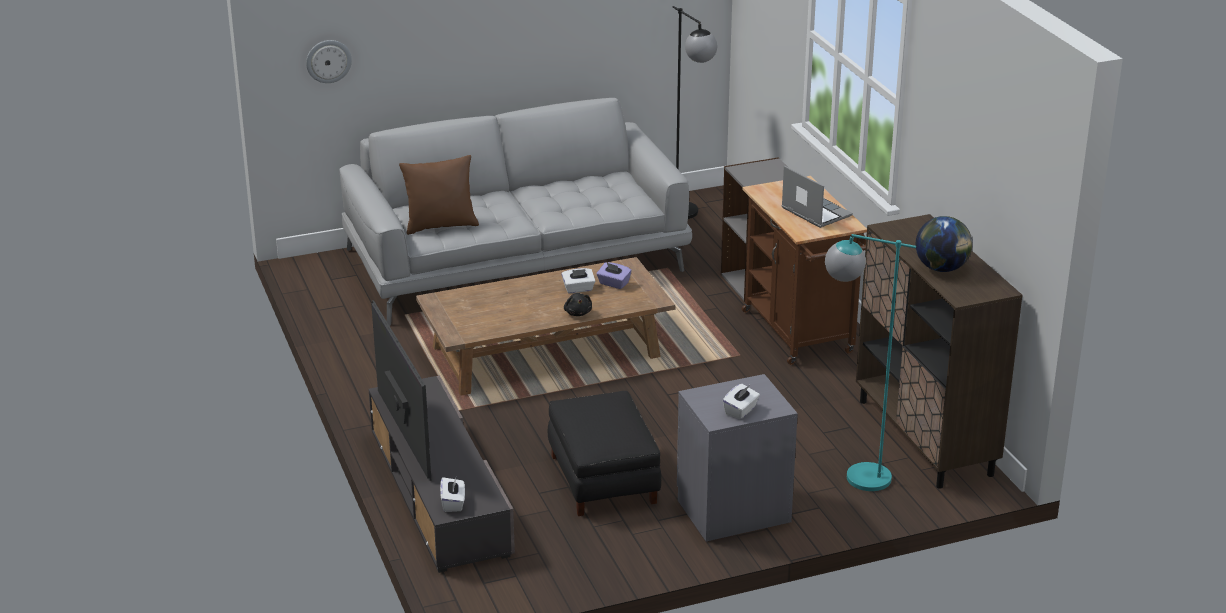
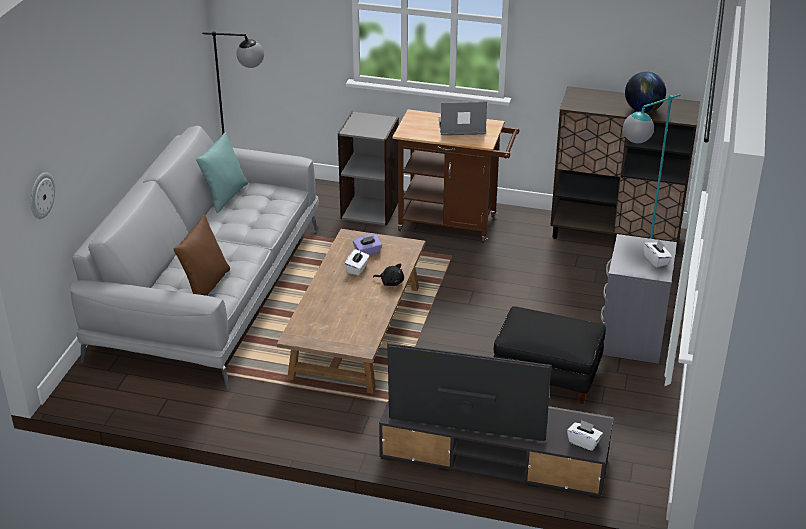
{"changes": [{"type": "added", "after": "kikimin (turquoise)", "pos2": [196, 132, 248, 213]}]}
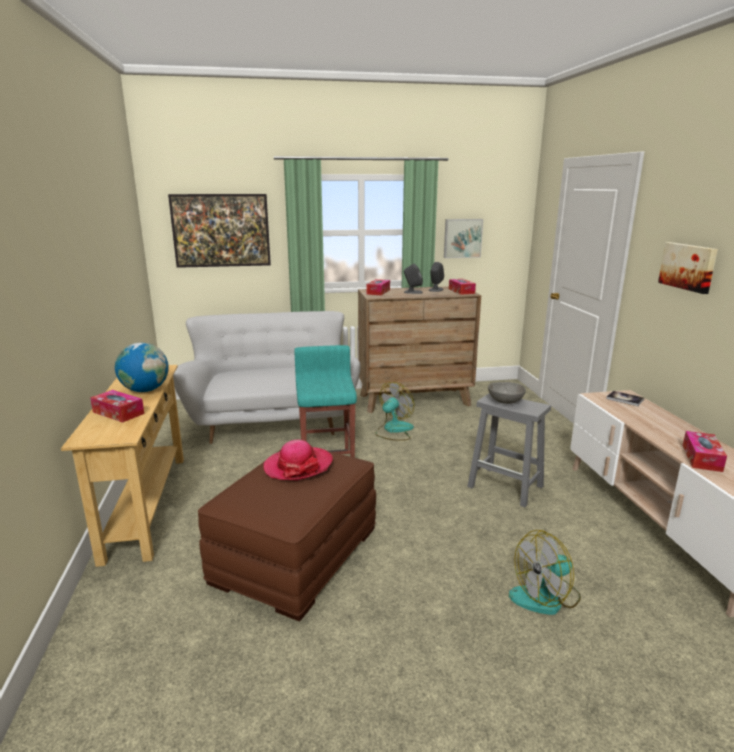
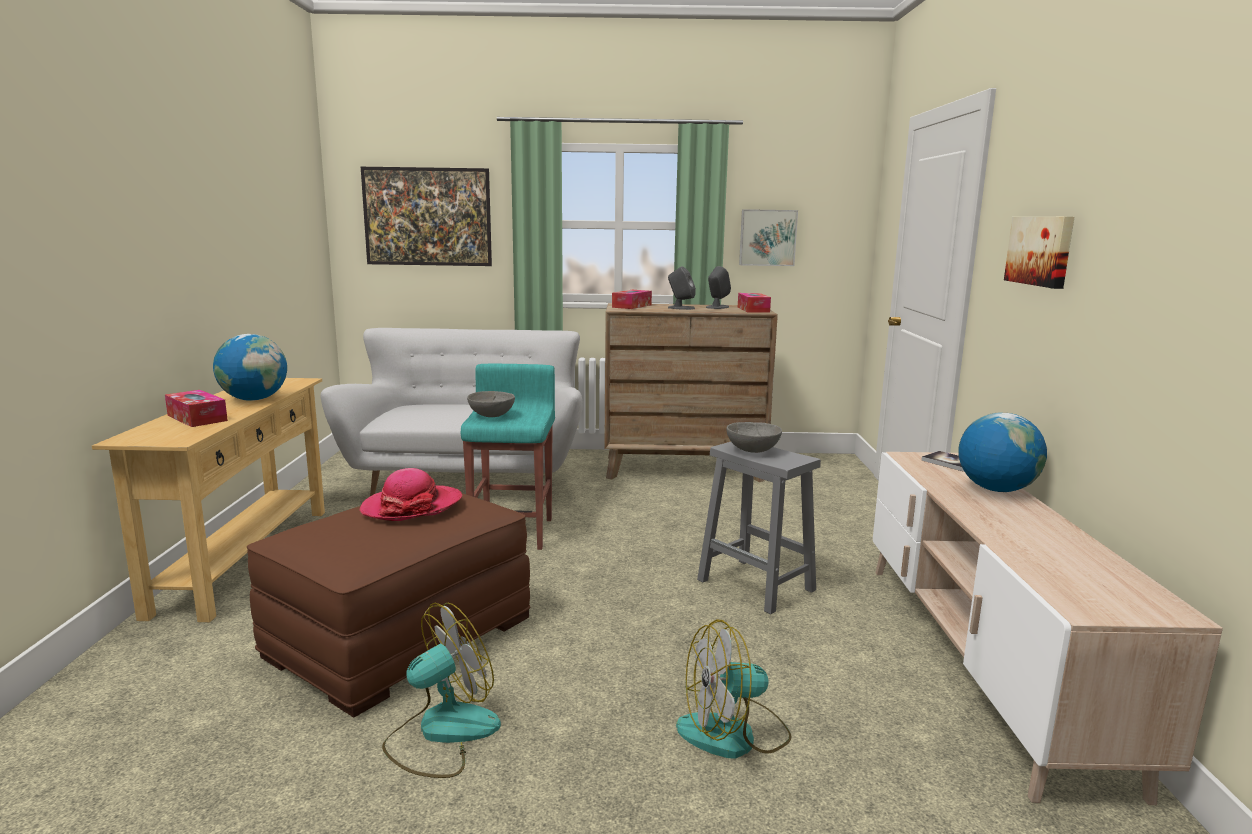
{"changes": [{"type": "moved", "before": "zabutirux", "pos1": [375, 382, 414, 441], "pos2": [382, 603, 501, 778]}, {"type": "removed", "before": "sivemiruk", "pos1": [683, 431, 727, 472]}, {"type": "added", "after": "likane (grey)", "pos2": [467, 391, 515, 417]}, {"type": "added", "after": "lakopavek", "pos2": [958, 413, 1047, 492]}]}
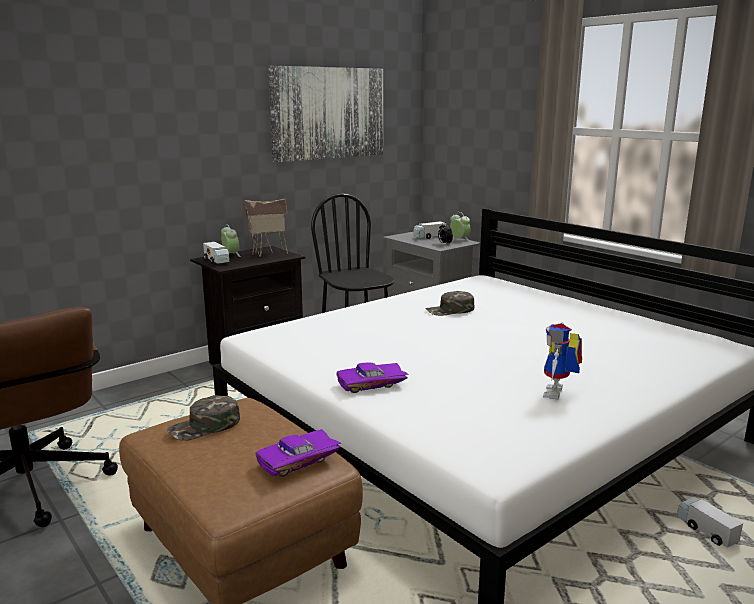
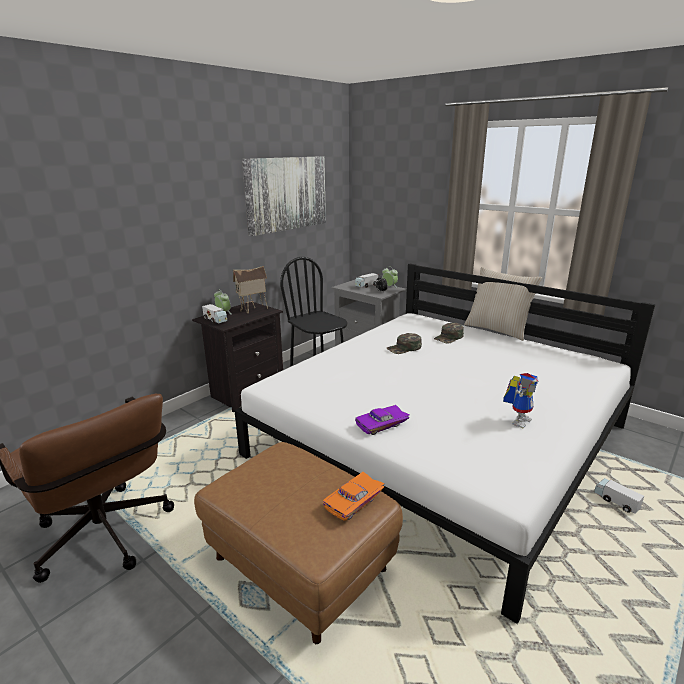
{"changes": [{"type": "moved", "before": "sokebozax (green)", "pos1": [167, 395, 240, 441], "pos2": [434, 323, 464, 343]}, {"type": "recoloured", "before": "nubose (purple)", "after": "nubose (orange)", "pos1": [256, 429, 341, 477], "pos2": [323, 472, 385, 521]}, {"type": "turned", "before": "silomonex", "pos1": [543, 322, 582, 399], "pos2": [503, 373, 538, 428], "turn": -150}, {"type": "added", "after": "kikimin (beige)", "pos2": [464, 267, 542, 341]}]}
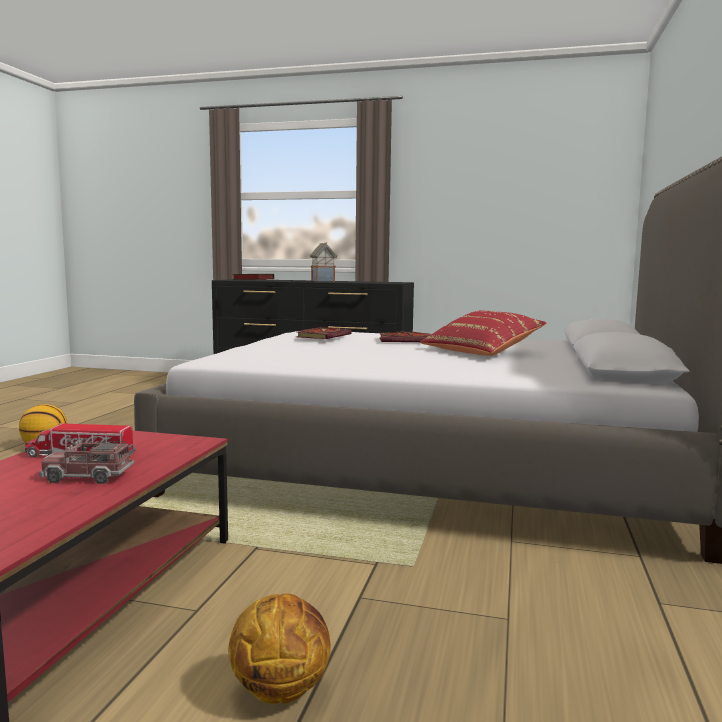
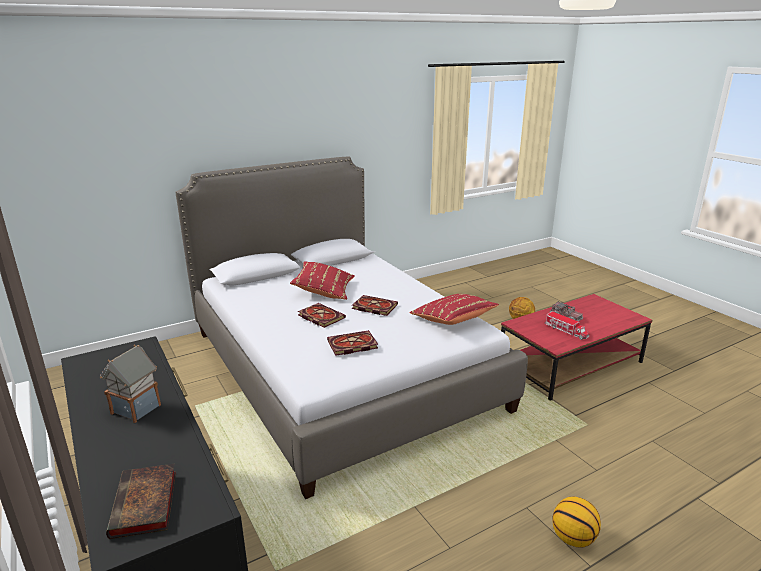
{"changes": [{"type": "added", "after": "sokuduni", "pos2": [352, 295, 398, 316]}, {"type": "added", "after": "kikimin (red)", "pos2": [410, 294, 499, 325]}]}
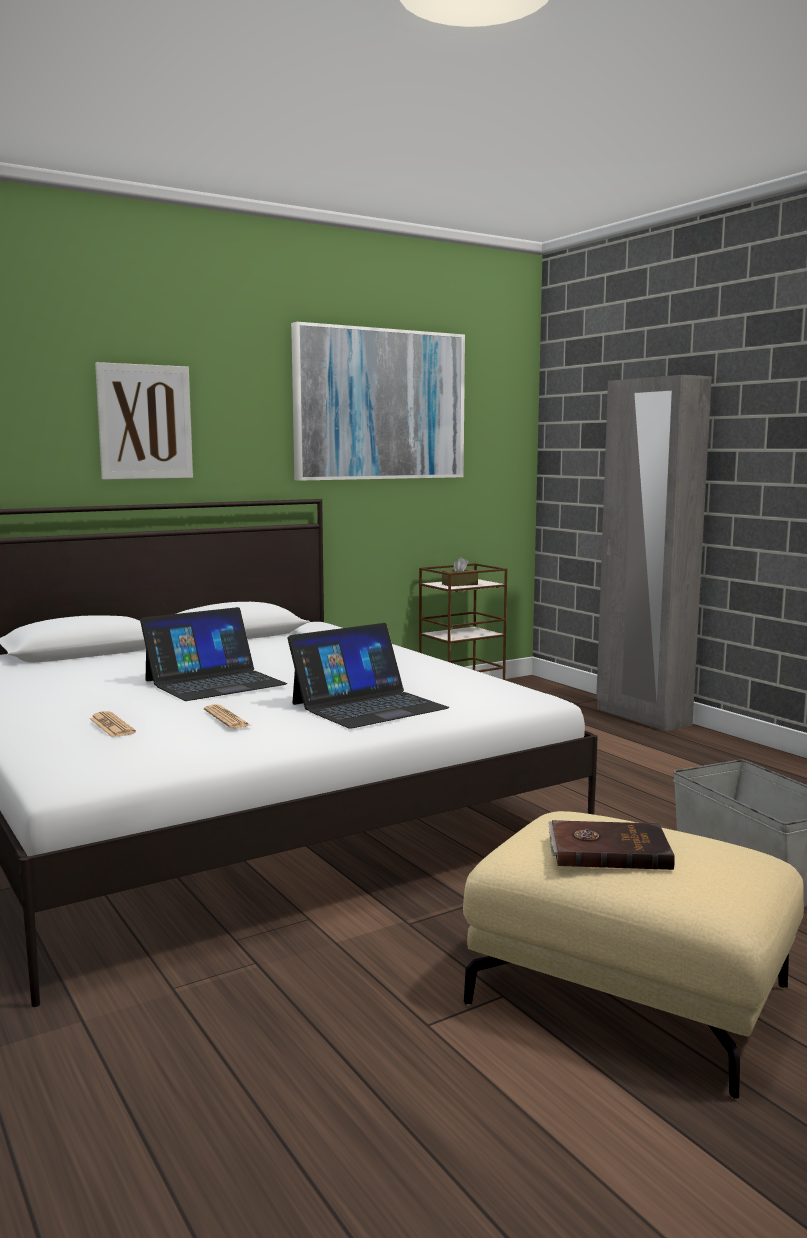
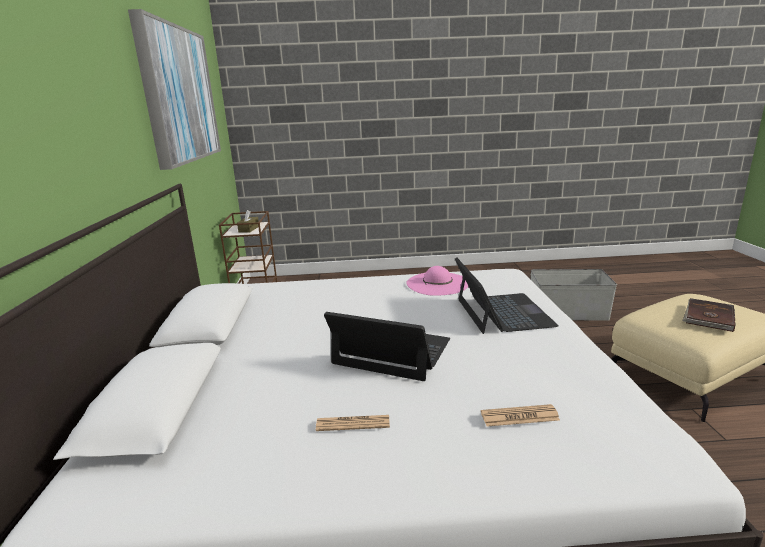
{"changes": [{"type": "removed", "before": "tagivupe", "pos1": [95, 362, 193, 480]}, {"type": "turned", "before": "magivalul", "pos1": [140, 607, 287, 701], "pos2": [324, 312, 450, 381], "turn": -60}, {"type": "moved", "before": "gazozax", "pos1": [204, 704, 251, 729], "pos2": [316, 415, 390, 431]}, {"type": "removed", "before": "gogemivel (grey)", "pos1": [596, 375, 712, 731]}, {"type": "added", "after": "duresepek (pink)", "pos2": [406, 266, 469, 296]}]}
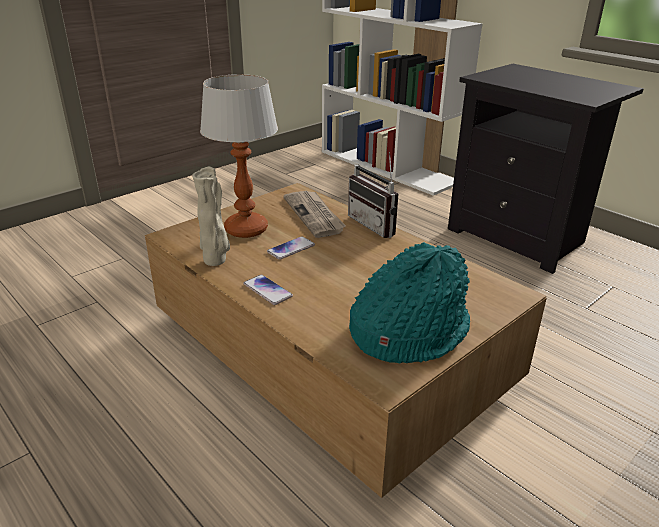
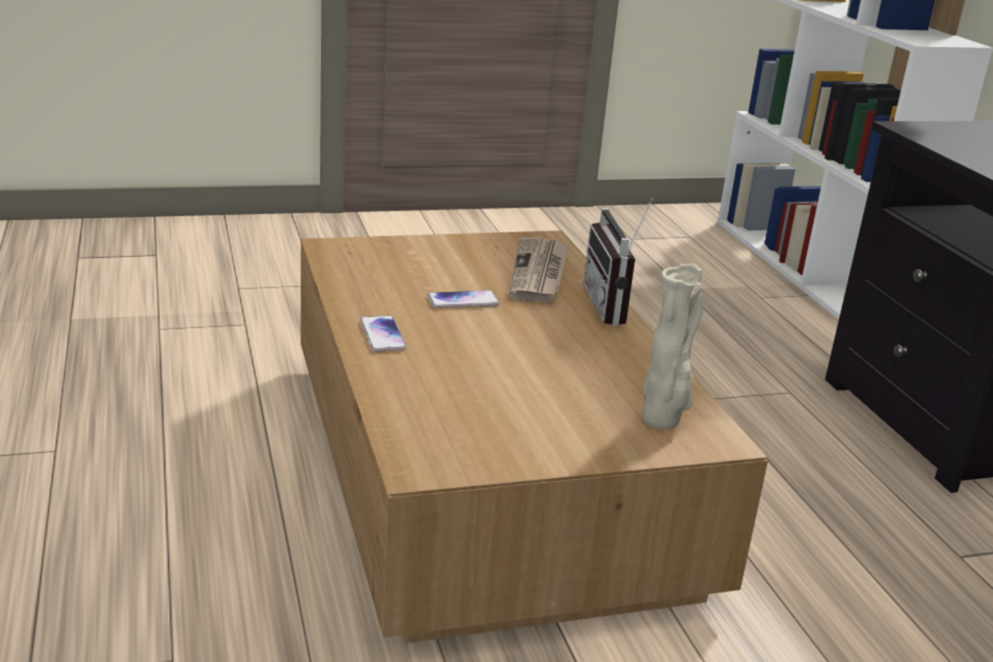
{"changes": [{"type": "moved", "before": "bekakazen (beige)", "pos1": [192, 167, 230, 266], "pos2": [642, 264, 703, 429]}, {"type": "removed", "before": "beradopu", "pos1": [200, 74, 278, 238]}, {"type": "removed", "before": "duresepek (turquoise)", "pos1": [349, 242, 470, 364]}]}
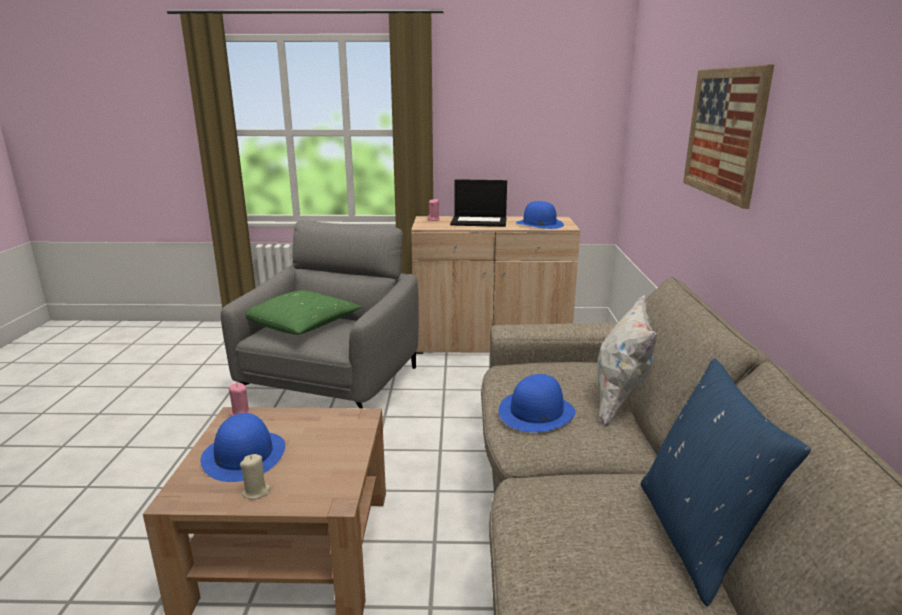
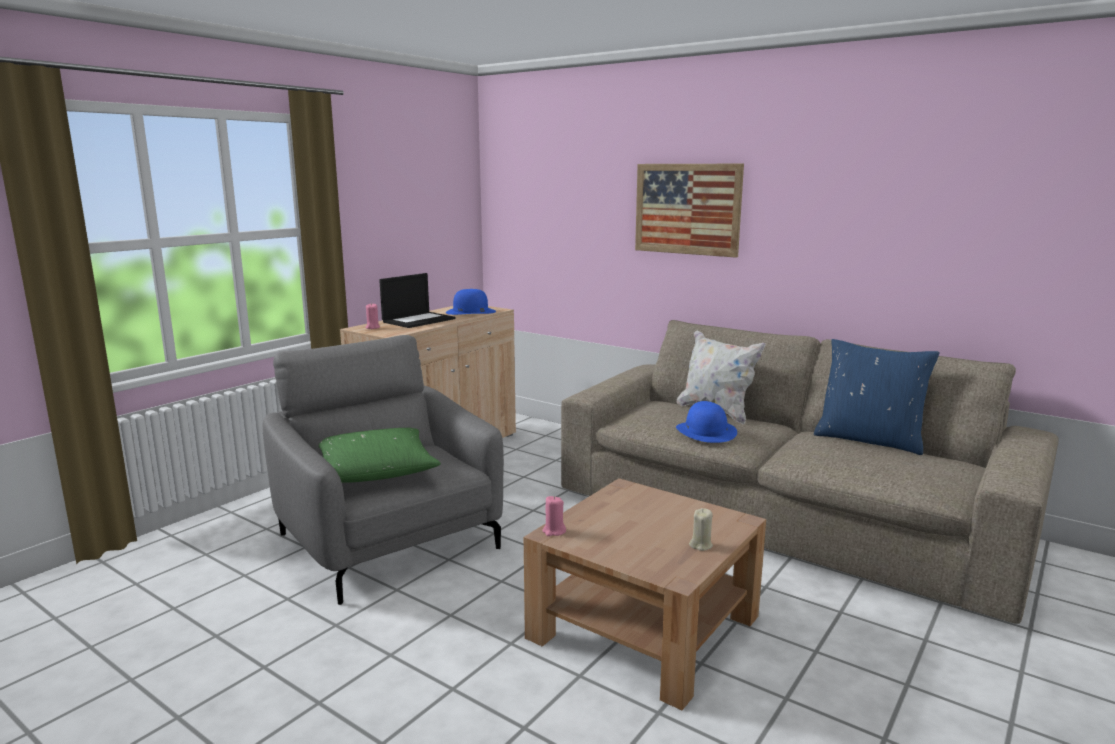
{"changes": [{"type": "removed", "before": "duresepek (blue)", "pos1": [200, 413, 285, 482]}]}
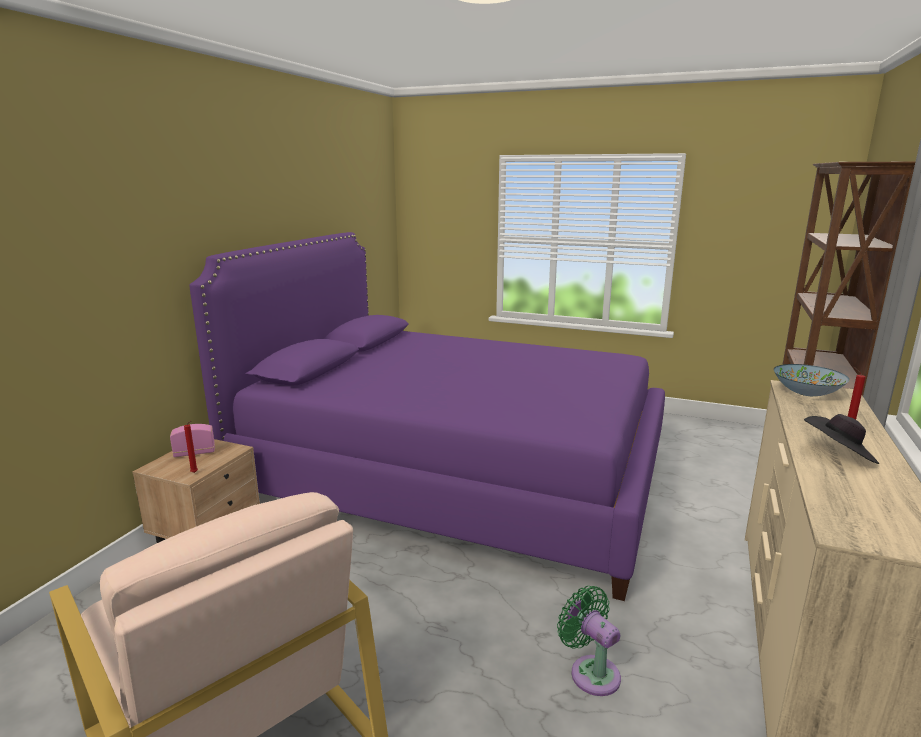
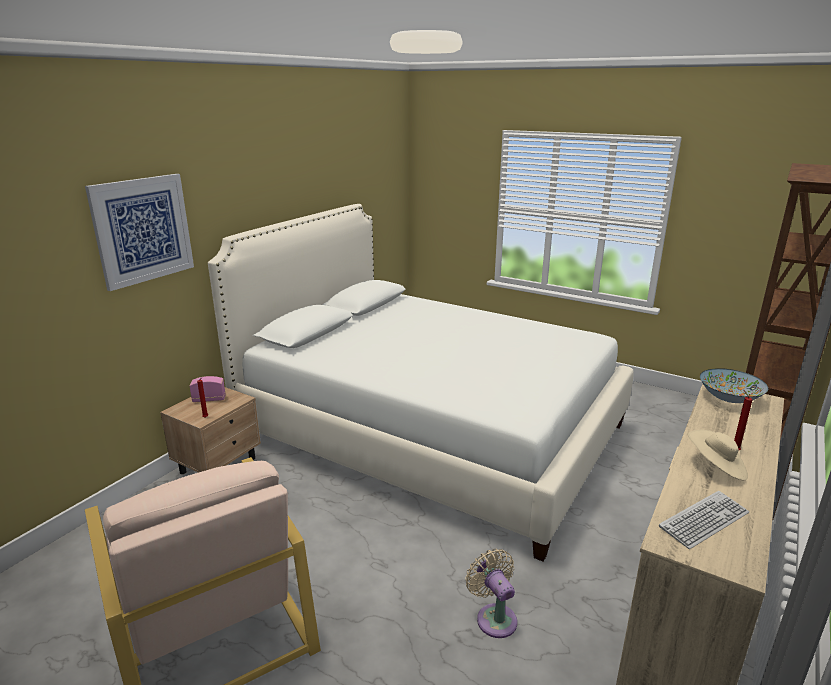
{"changes": [{"type": "recoloured", "before": "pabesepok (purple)", "after": "pabesepok (white)", "pos1": [189, 232, 665, 601], "pos2": [208, 204, 634, 562]}, {"type": "recoloured", "before": "zabutirux (green)", "after": "zabutirux (beige)", "pos1": [557, 586, 621, 696], "pos2": [465, 549, 517, 638]}, {"type": "recoloured", "before": "duresepek (black)", "after": "duresepek (beige)", "pos1": [804, 414, 879, 464], "pos2": [688, 430, 748, 481]}, {"type": "added", "after": "tagivupe", "pos2": [85, 174, 194, 291]}, {"type": "added", "after": "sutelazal", "pos2": [659, 491, 749, 549]}]}
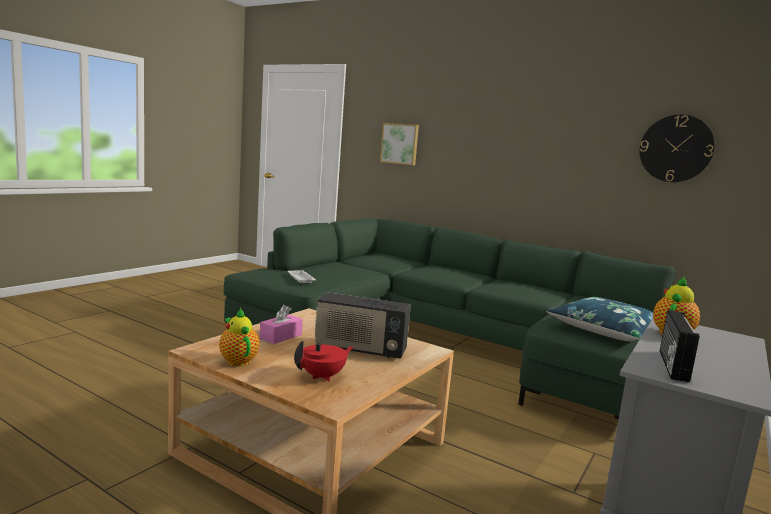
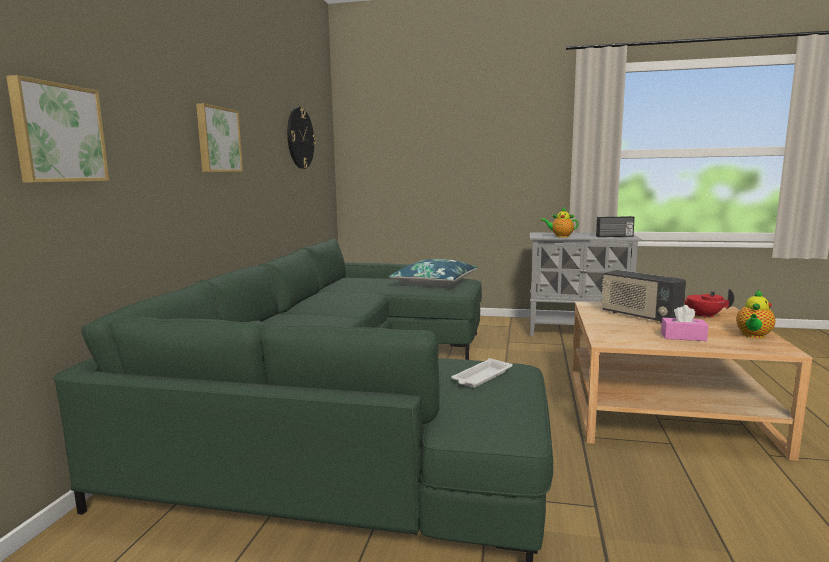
{"changes": [{"type": "turned", "before": "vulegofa", "pos1": [315, 293, 411, 359], "pos2": [601, 270, 686, 323], "turn": 150}, {"type": "added", "after": "tagivupe", "pos2": [196, 103, 243, 172]}]}
